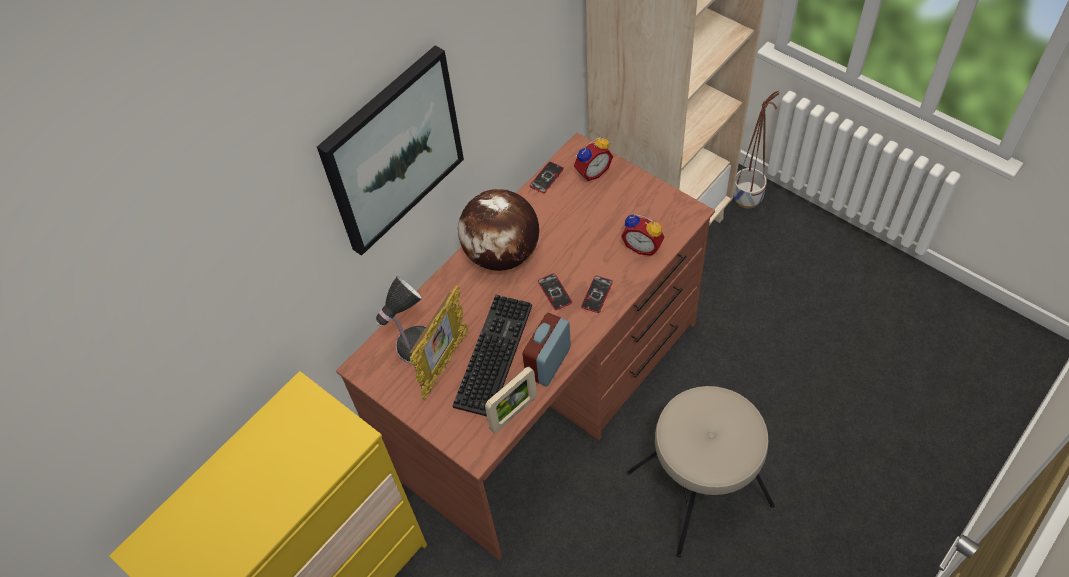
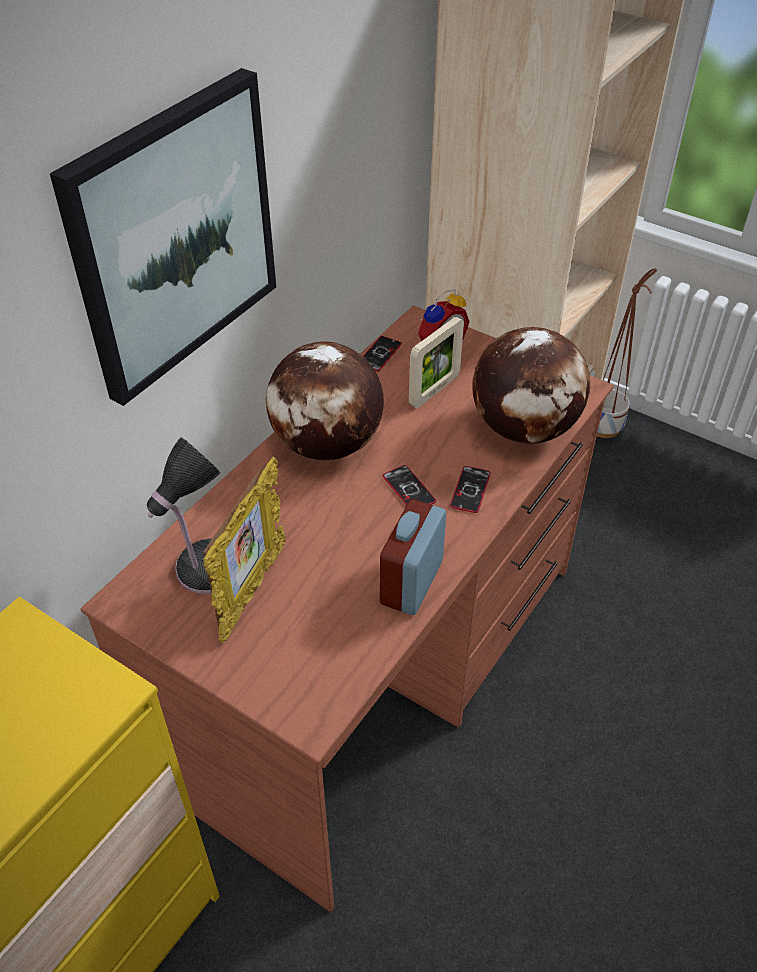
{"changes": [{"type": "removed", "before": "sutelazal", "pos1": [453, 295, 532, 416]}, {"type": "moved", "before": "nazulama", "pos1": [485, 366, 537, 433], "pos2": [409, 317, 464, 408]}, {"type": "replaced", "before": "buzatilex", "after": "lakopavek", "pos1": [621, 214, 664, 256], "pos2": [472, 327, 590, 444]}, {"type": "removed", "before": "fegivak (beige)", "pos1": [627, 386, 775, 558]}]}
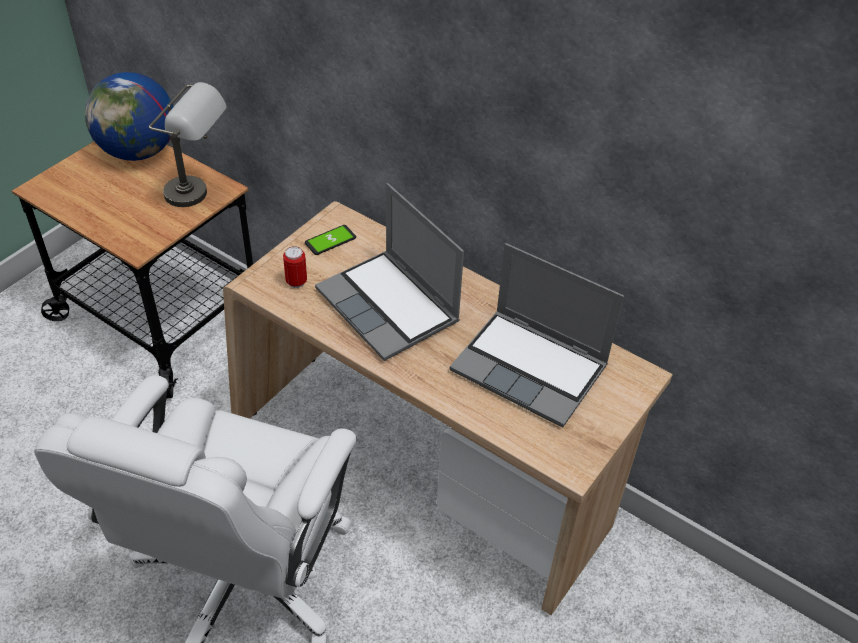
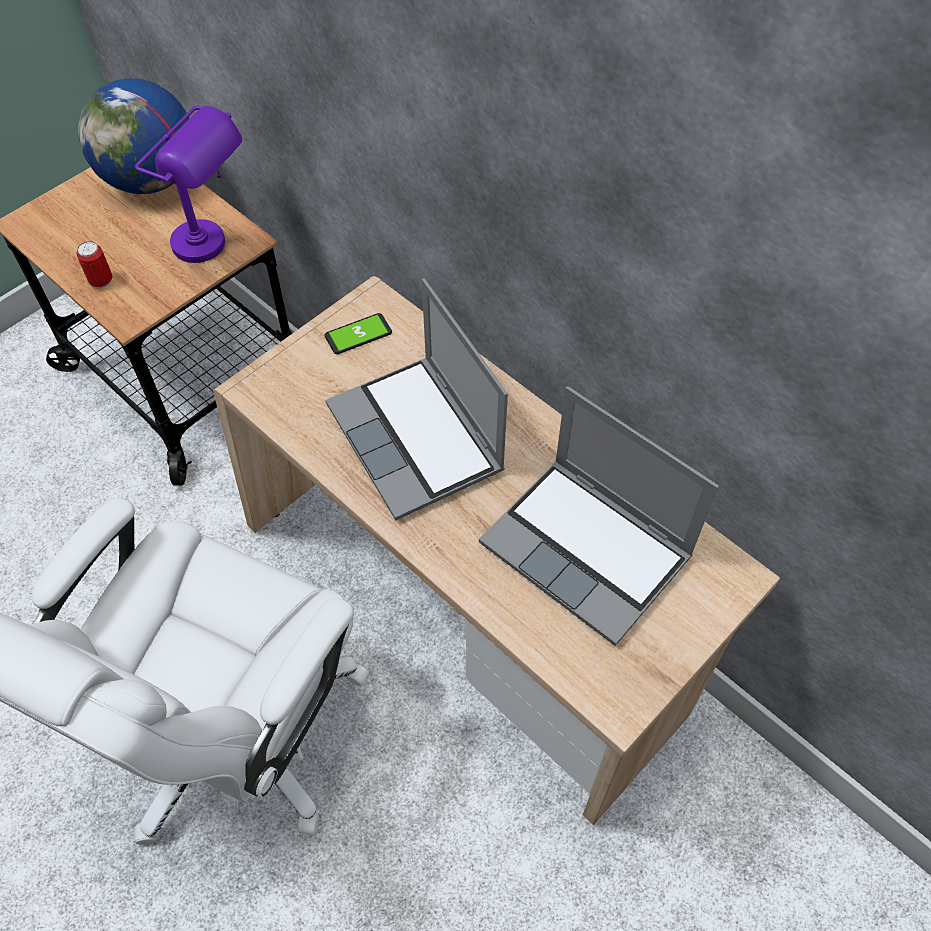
{"changes": [{"type": "recoloured", "before": "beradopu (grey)", "after": "beradopu (purple)", "pos1": [149, 82, 227, 207], "pos2": [135, 106, 242, 263]}, {"type": "moved", "before": "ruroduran", "pos1": [283, 246, 307, 288], "pos2": [77, 241, 112, 289]}]}
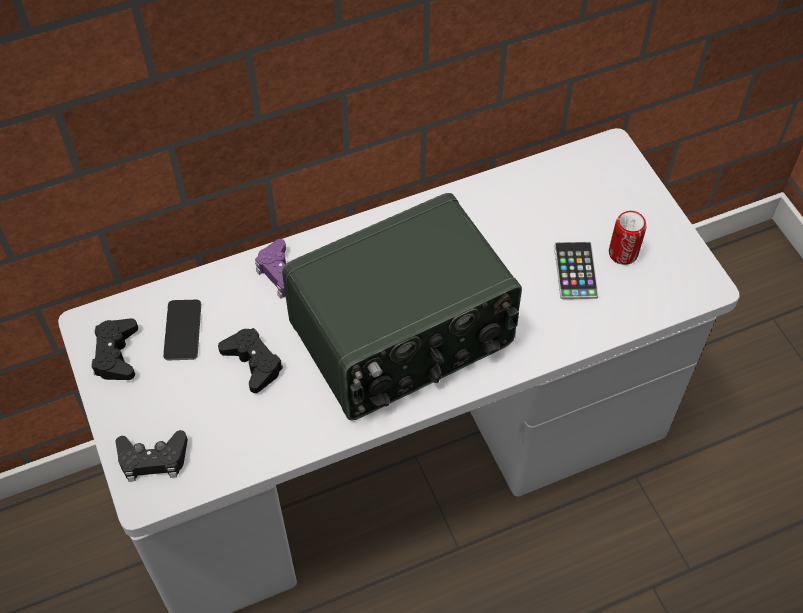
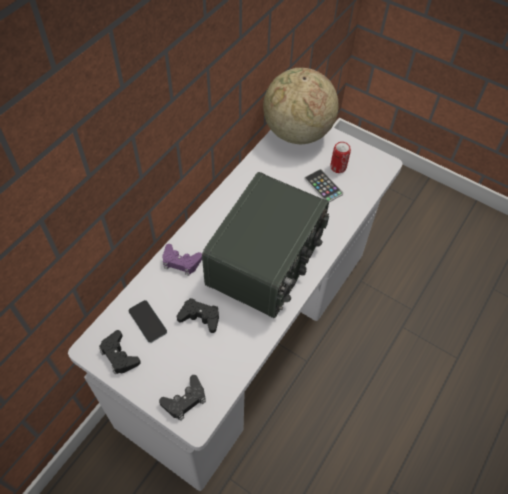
{"changes": [{"type": "added", "after": "lakopavek", "pos2": [263, 68, 338, 144]}]}
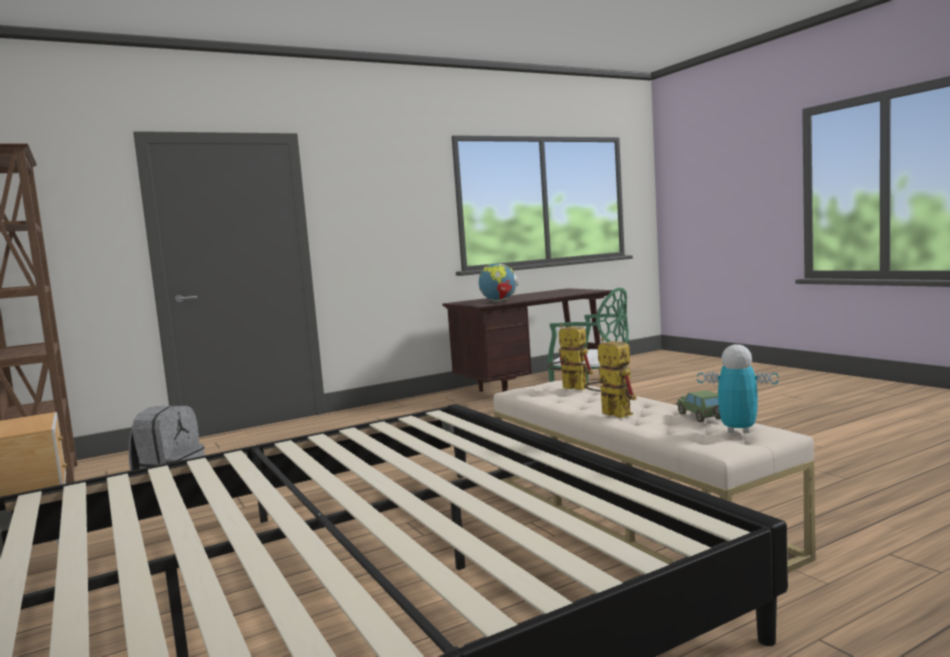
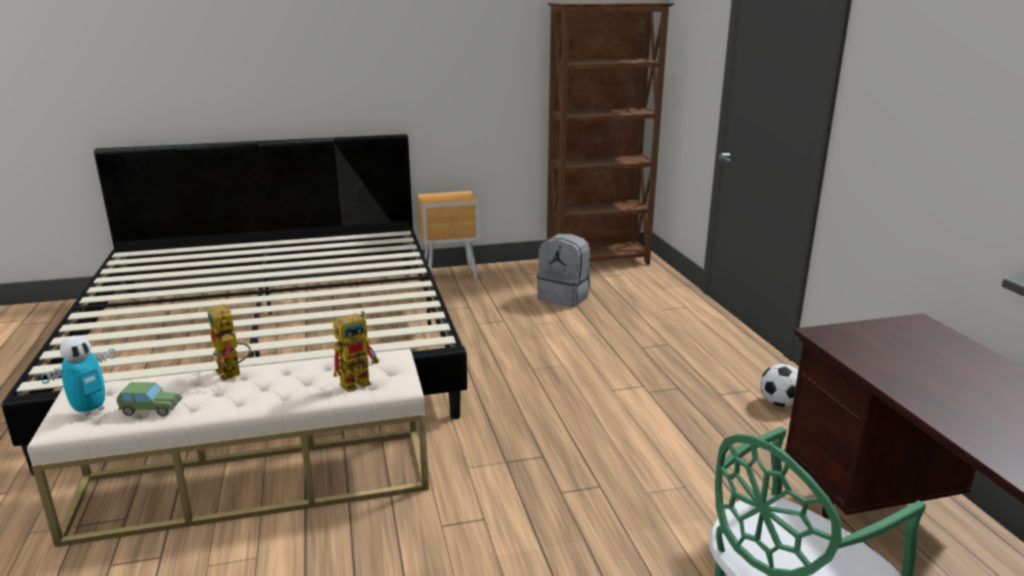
{"changes": [{"type": "removed", "before": "lakopavek", "pos1": [479, 263, 518, 302]}, {"type": "turned", "before": "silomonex", "pos1": [584, 338, 637, 418], "pos2": [207, 304, 251, 381], "turn": 75}, {"type": "added", "after": "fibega", "pos2": [760, 364, 798, 407]}]}
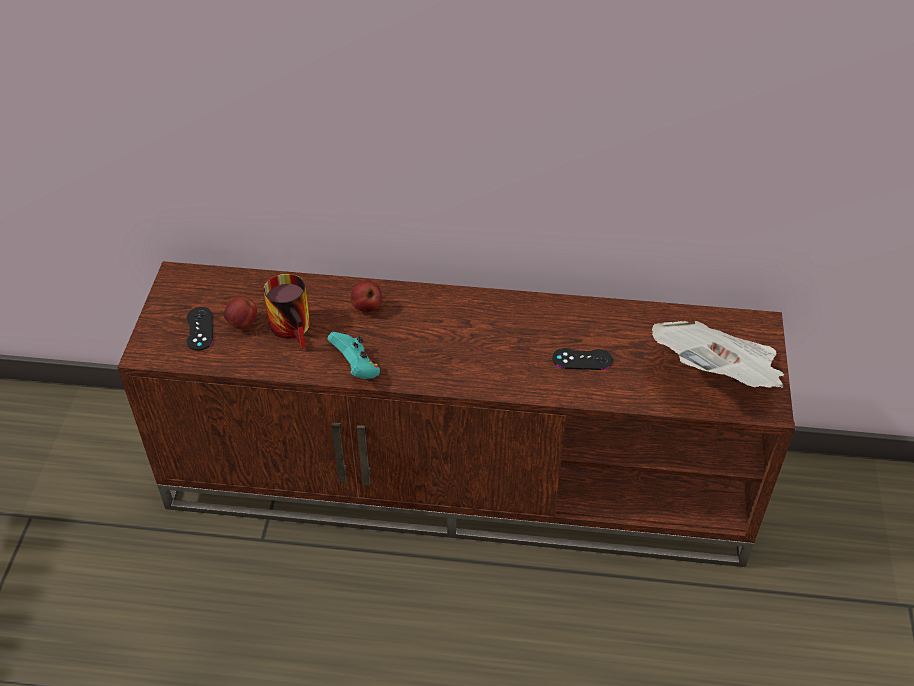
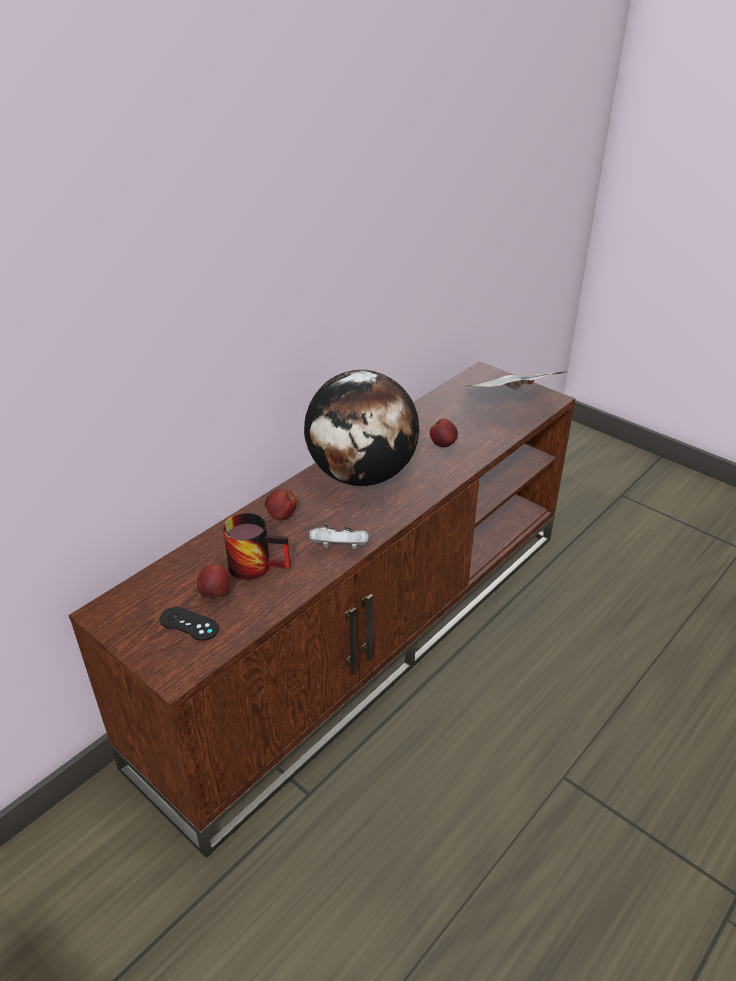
{"changes": [{"type": "recoloured", "before": "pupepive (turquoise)", "after": "pupepive (white)", "pos1": [327, 332, 380, 379], "pos2": [309, 525, 369, 549]}, {"type": "replaced", "before": "pupepive (black)", "after": "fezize", "pos1": [552, 348, 613, 370], "pos2": [430, 418, 458, 447]}, {"type": "added", "after": "lakopavek", "pos2": [304, 370, 419, 486]}]}
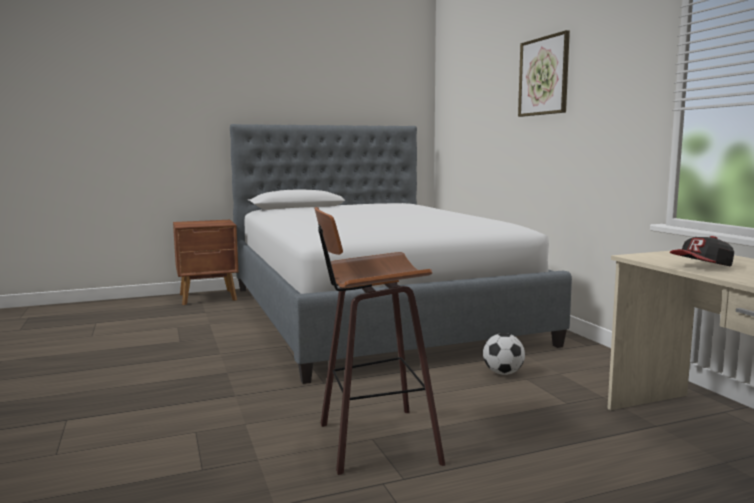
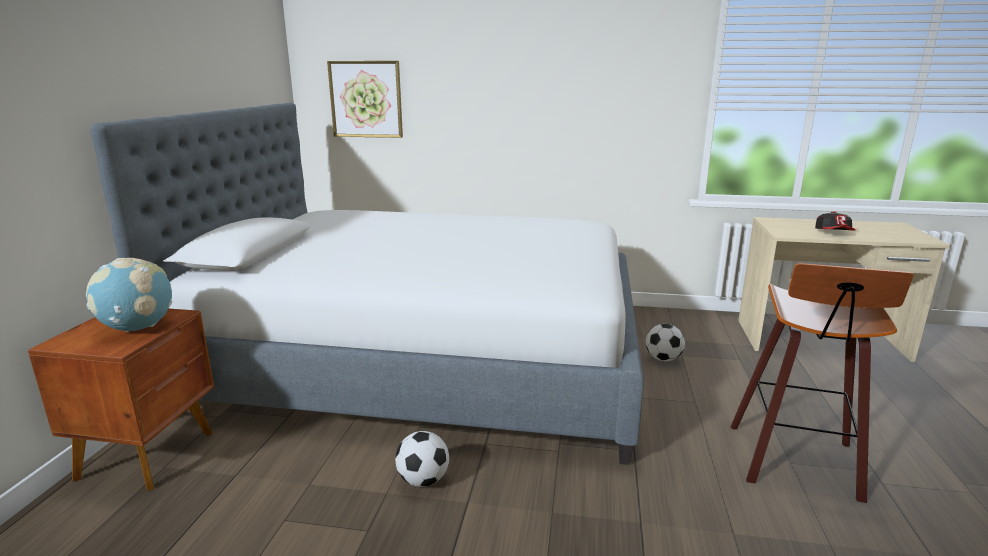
{"changes": [{"type": "moved", "before": "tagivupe", "pos1": [518, 30, 570, 117], "pos2": [327, 61, 403, 138]}, {"type": "added", "after": "lakopavek", "pos2": [86, 258, 172, 332]}, {"type": "added", "after": "fibega", "pos2": [395, 431, 449, 487]}]}
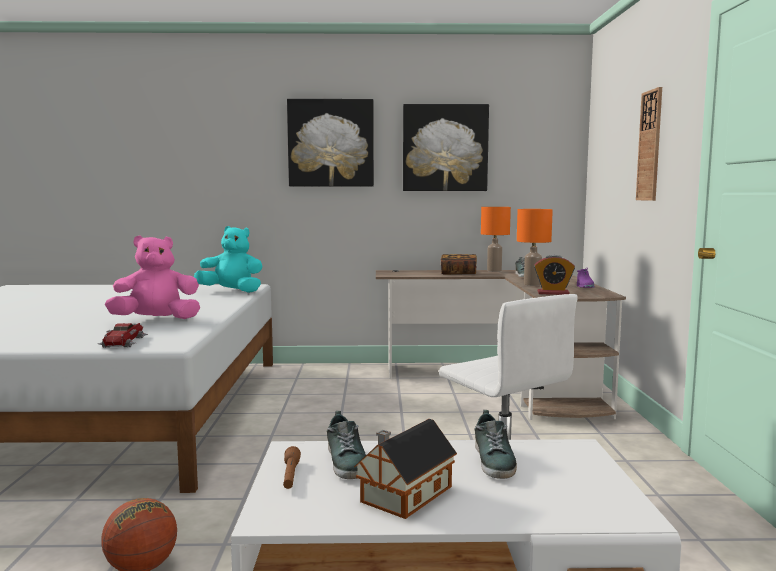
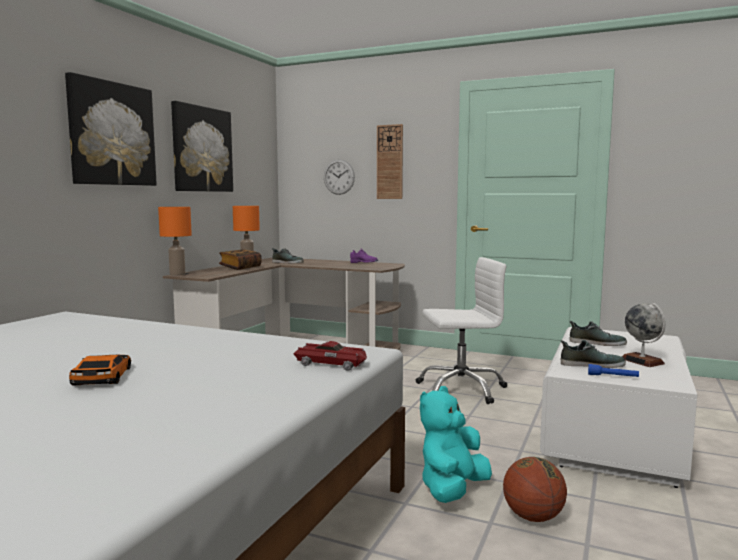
{"changes": [{"type": "removed", "before": "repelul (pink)", "pos1": [105, 235, 200, 319]}, {"type": "moved", "before": "repelul (turquoise)", "pos1": [194, 226, 263, 293], "pos2": [420, 386, 492, 503]}, {"type": "recoloured", "before": "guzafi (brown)", "after": "guzafi (blue)", "pos1": [283, 446, 301, 489], "pos2": [588, 364, 639, 377]}, {"type": "replaced", "before": "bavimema", "after": "lakopavek", "pos1": [354, 419, 457, 519], "pos2": [622, 303, 666, 367]}, {"type": "moved", "before": "beradopu (orange)", "pos1": [517, 209, 553, 286], "pos2": [158, 207, 192, 275]}, {"type": "removed", "before": "buzatilex", "pos1": [534, 255, 575, 295]}, {"type": "added", "after": "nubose", "pos2": [69, 355, 131, 385]}, {"type": "added", "after": "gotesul", "pos2": [324, 160, 355, 195]}]}
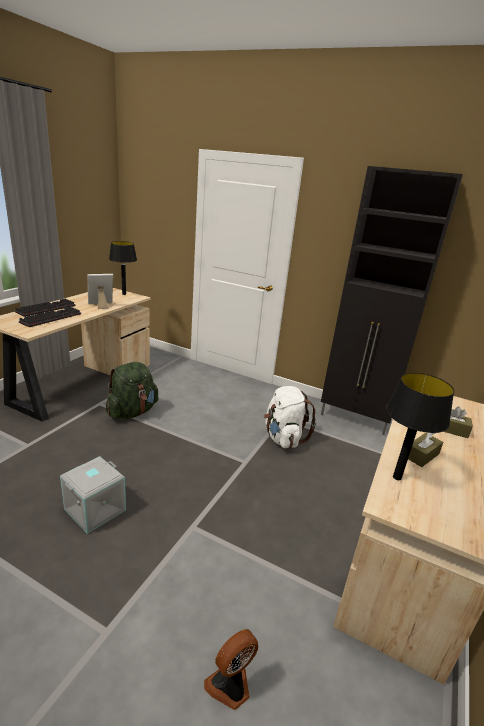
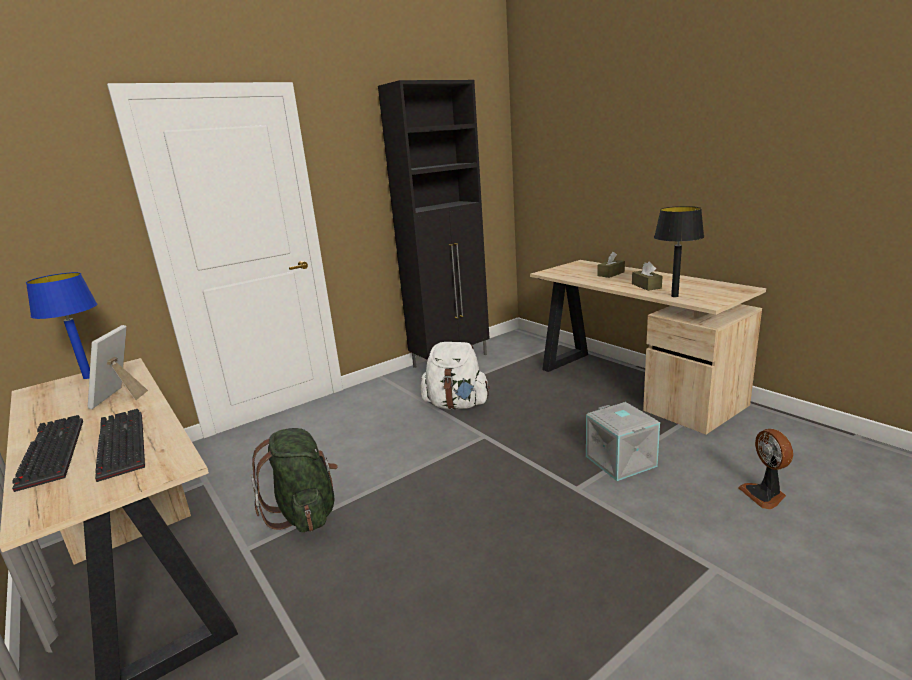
{"changes": [{"type": "moved", "before": "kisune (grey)", "pos1": [60, 456, 126, 534], "pos2": [586, 402, 660, 481]}, {"type": "recoloured", "before": "beradopu (black)", "after": "beradopu (blue)", "pos1": [109, 241, 137, 295], "pos2": [26, 272, 97, 379]}]}
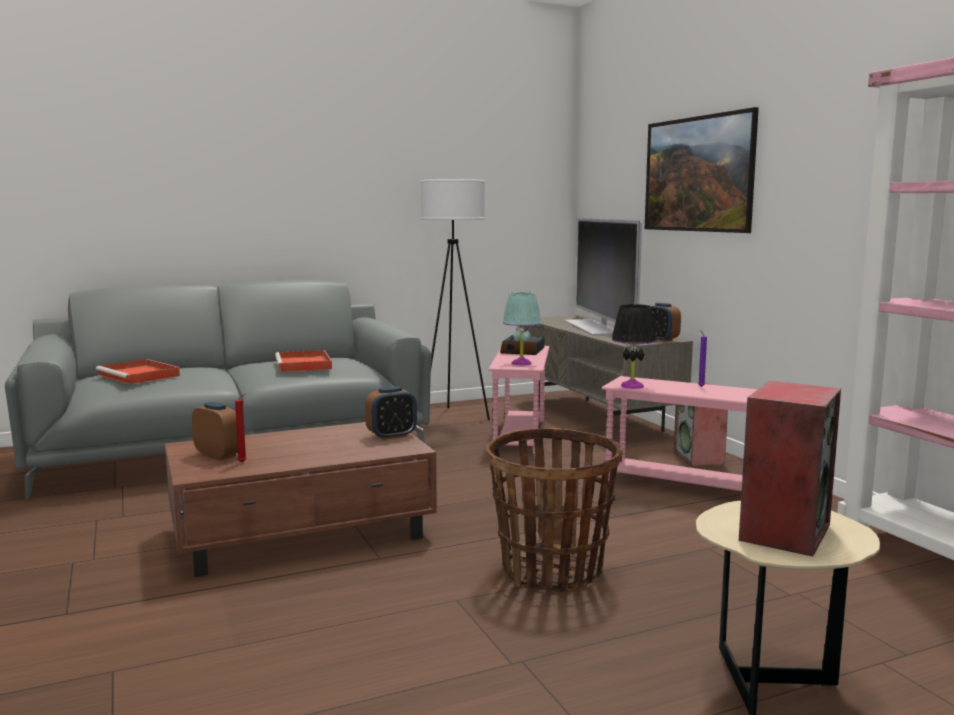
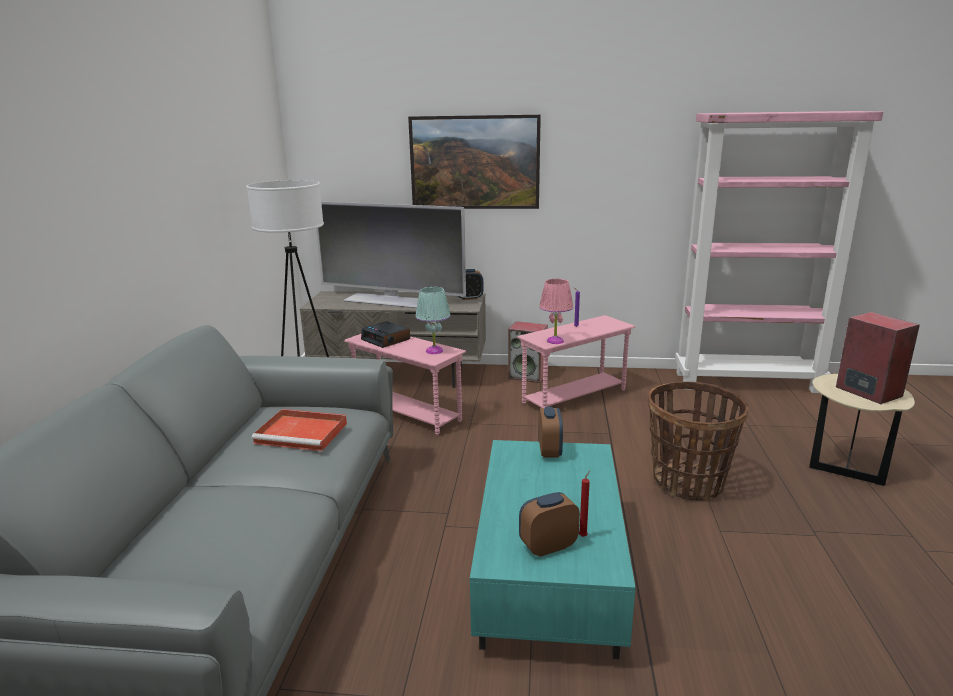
{"changes": [{"type": "removed", "before": "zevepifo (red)", "pos1": [96, 359, 180, 384]}, {"type": "recoloured", "before": "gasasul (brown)", "after": "gasasul (turquoise)", "pos1": [165, 422, 437, 577], "pos2": [470, 440, 636, 659]}, {"type": "recoloured", "before": "beradopu (black)", "after": "beradopu (pink)", "pos1": [612, 304, 657, 389], "pos2": [539, 279, 573, 344]}]}
